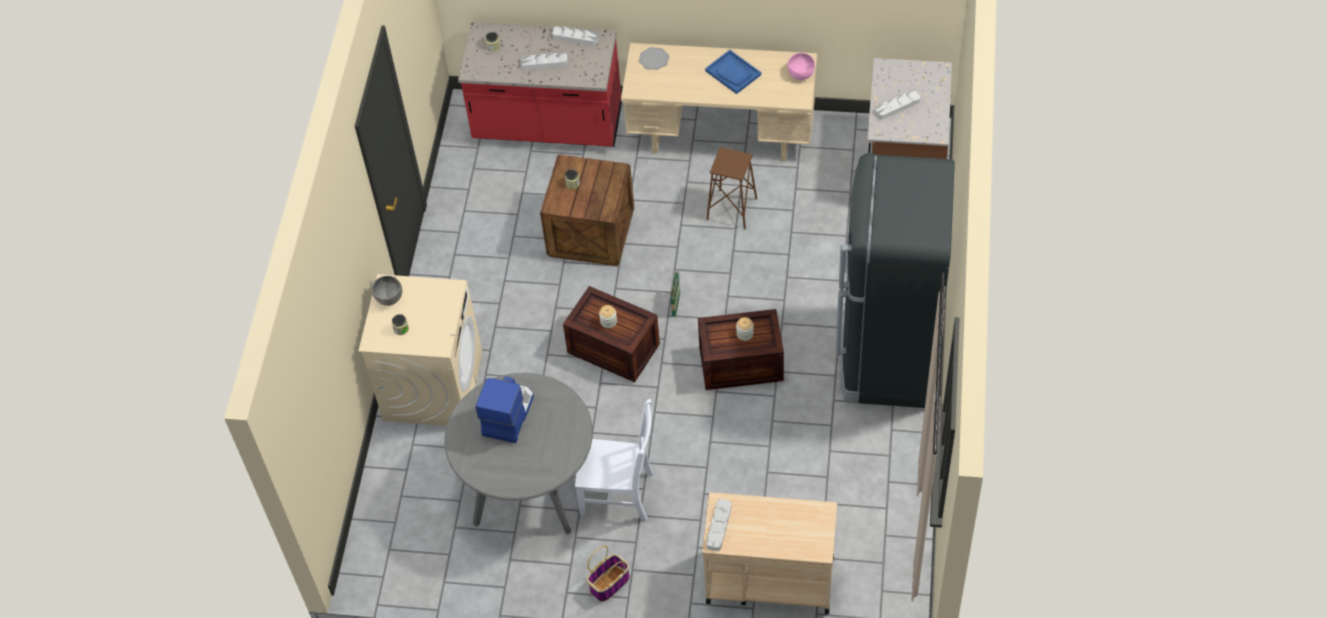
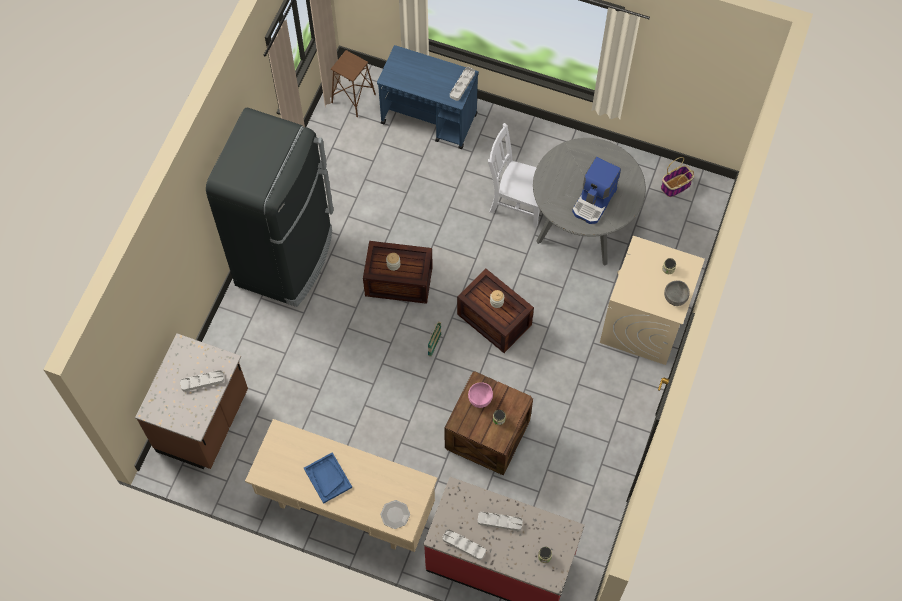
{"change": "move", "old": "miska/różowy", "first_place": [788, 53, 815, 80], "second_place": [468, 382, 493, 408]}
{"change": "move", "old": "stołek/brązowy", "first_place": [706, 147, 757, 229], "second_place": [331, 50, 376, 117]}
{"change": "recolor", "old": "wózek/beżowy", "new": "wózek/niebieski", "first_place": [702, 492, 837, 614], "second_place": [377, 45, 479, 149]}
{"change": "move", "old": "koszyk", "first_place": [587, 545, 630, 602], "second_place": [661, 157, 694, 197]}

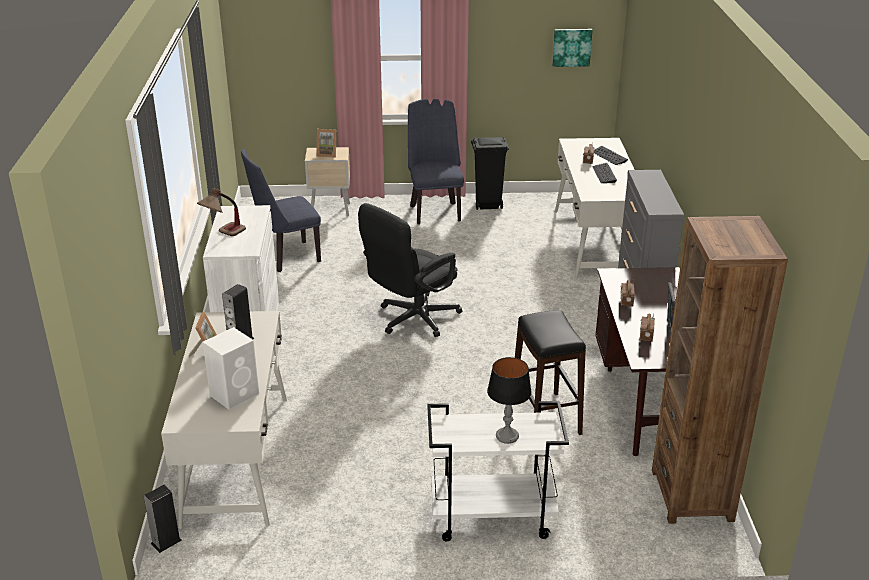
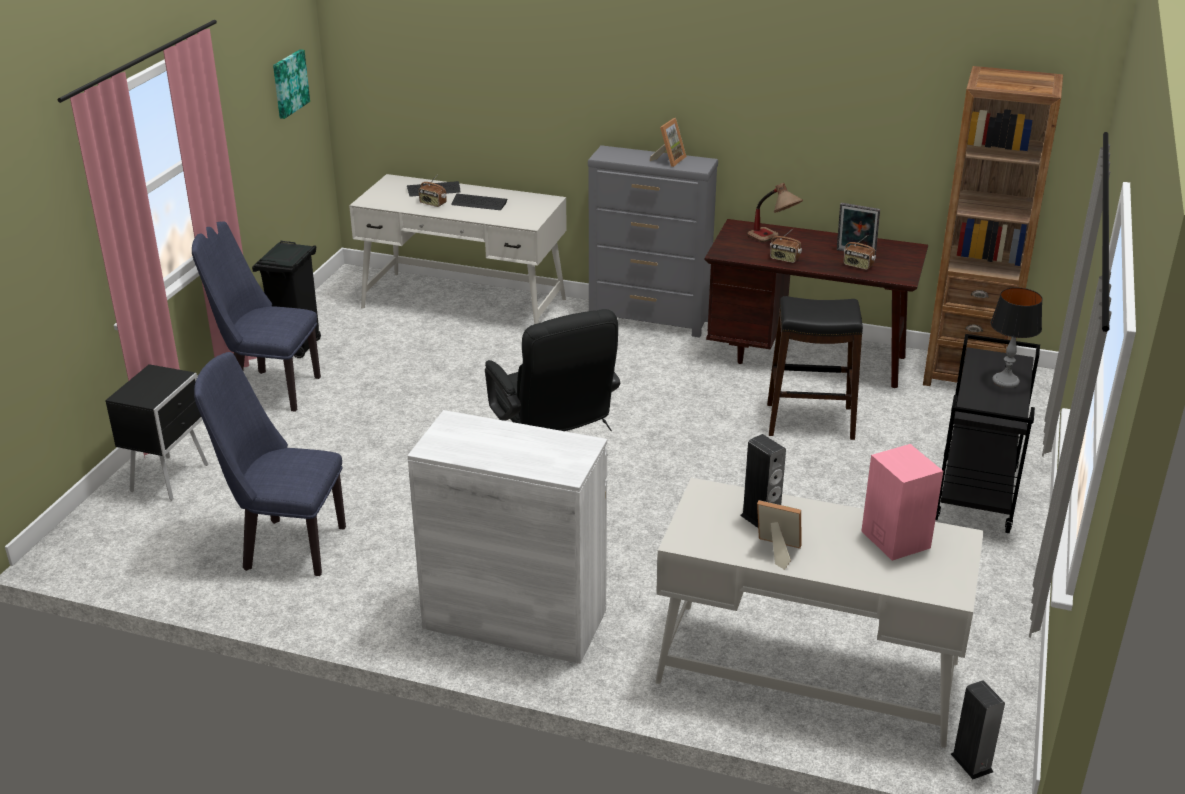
{"change": "move", "old": "ramka na zdjęcie", "first_place": [316, 129, 337, 158], "second_place": [650, 118, 687, 167]}
{"change": "recolor", "old": "szafka nocna/beżowy", "new": "szafka nocna/czarny", "first_place": [305, 147, 350, 216], "second_place": [105, 364, 208, 501]}
{"change": "rotate", "old": "krzesło/niebieski", "first_place": [241, 149, 321, 272], "second_place": [194, 352, 346, 576], "degrees": 105}
{"change": "move", "old": "lampa stołowa", "first_place": [197, 188, 246, 236], "second_place": [747, 183, 803, 242]}
{"change": "recolor", "old": "głośnik/biały", "new": "głośnik/różowy", "first_place": [203, 327, 259, 410], "second_place": [861, 444, 943, 561]}
{"change": "recolor", "old": "wózek/biały", "new": "wózek/czarny", "first_place": [427, 401, 569, 541], "second_place": [936, 334, 1040, 533]}

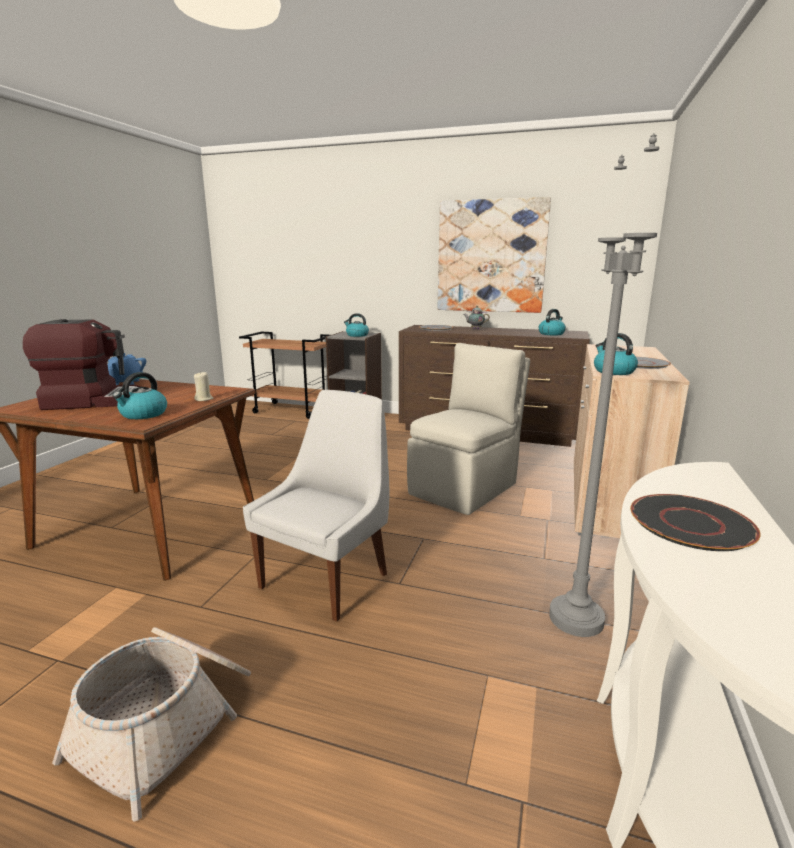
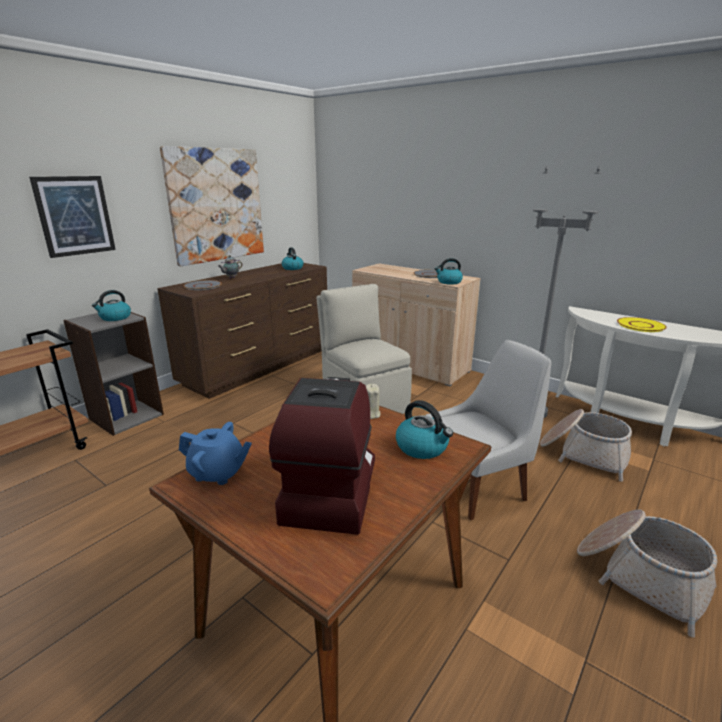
{"change": "rotate", "old": "krzesło/biały", "first_place": [243, 390, 389, 622], "second_place": [426, 340, 551, 520], "degrees": 105}
{"change": "recolor", "old": "talerz/czarny", "new": "talerz/żółty", "first_place": [630, 494, 761, 551], "second_place": [617, 317, 667, 332]}
{"change": "insert", "new": "obraz", "second_place": [29, 176, 116, 258]}
{"change": "insert", "new": "koszyk", "second_place": [540, 409, 632, 482]}

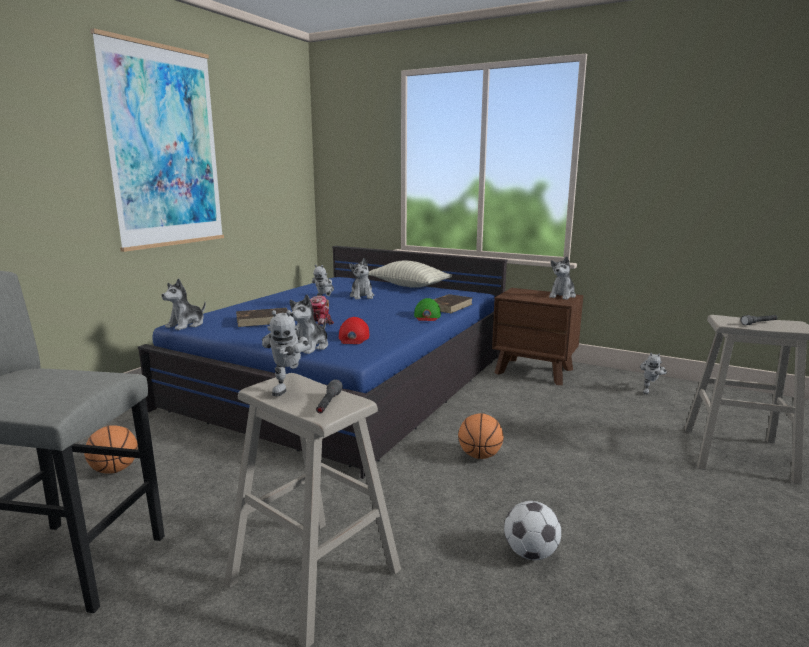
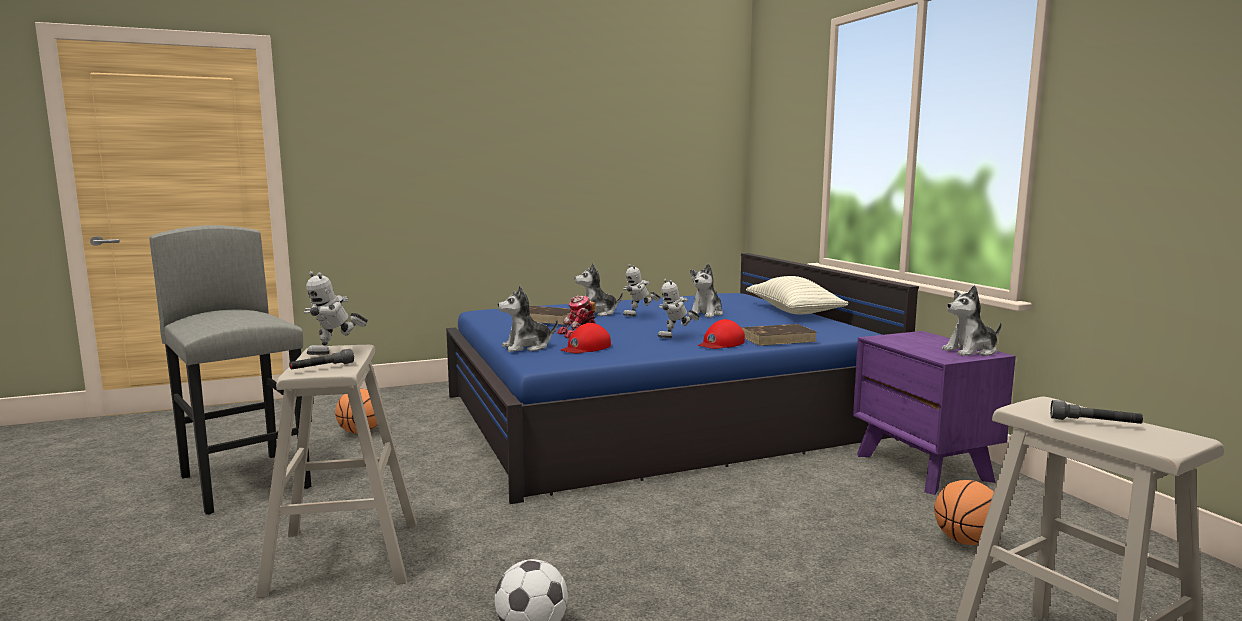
{"change": "delete", "old": "obraz", "first_place": [90, 28, 224, 252]}
{"change": "move", "old": "pluszak", "first_place": [161, 278, 206, 330], "second_place": [575, 263, 623, 316]}
{"change": "recolor", "old": "szafka nocna/brązowy", "new": "szafka nocna/fioletowy", "first_place": [492, 288, 583, 385], "second_place": [853, 331, 1016, 495]}
{"change": "recolor", "old": "czapka z daszkiem/zielony", "new": "czapka z daszkiem/czerwony", "first_place": [414, 298, 441, 321], "second_place": [698, 319, 745, 349]}
{"change": "move", "old": "robot zabawkowy", "first_place": [640, 353, 667, 394], "second_place": [658, 279, 700, 338]}
{"change": "move", "old": "piłka do koszykówki", "first_place": [458, 413, 504, 459], "second_place": [934, 480, 994, 545]}

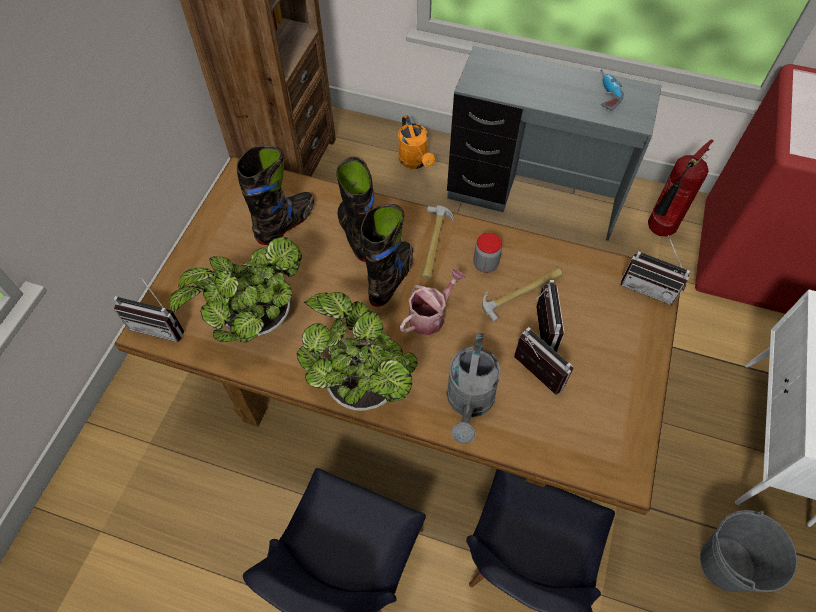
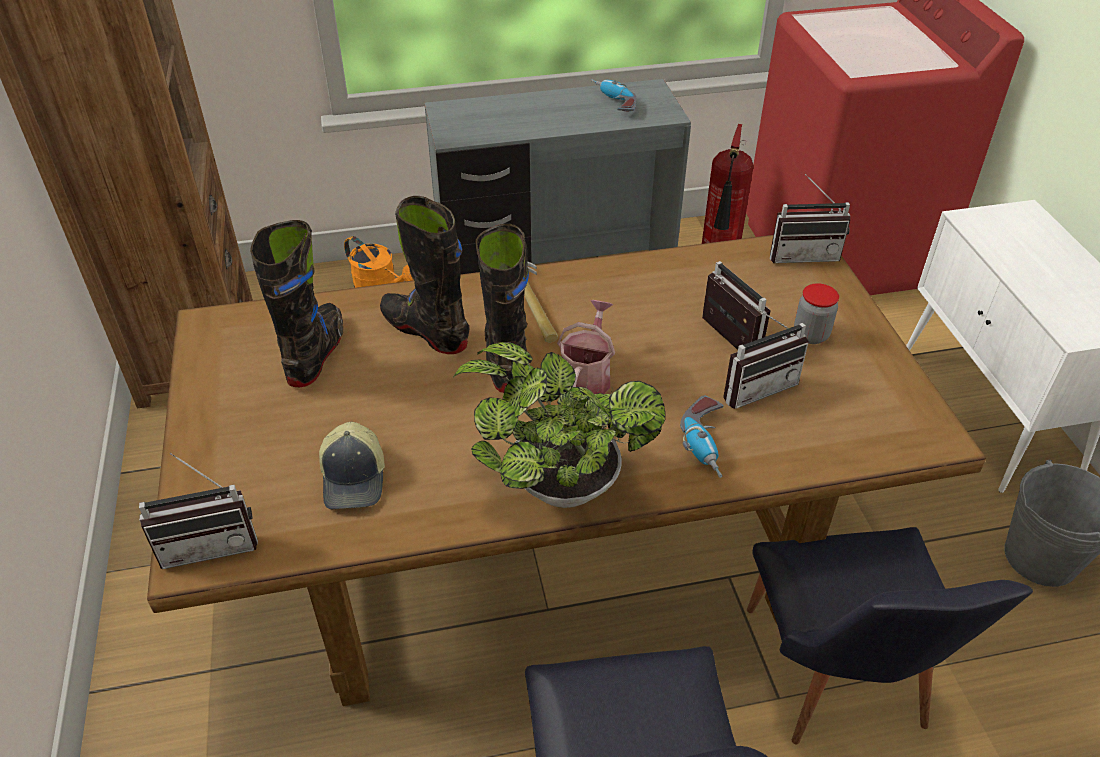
{"change": "move", "old": "słoik", "first_place": [473, 233, 502, 273], "second_place": [794, 283, 839, 344]}
{"change": "replace", "old": "roślina doniczkowa", "new": "czapka z daszkiem", "first_place": [169, 237, 302, 343], "second_place": [319, 422, 385, 509]}
{"change": "delete", "old": "młotek", "first_place": [482, 268, 563, 322]}
{"change": "rotate", "old": "radio", "first_place": [514, 327, 573, 395], "second_place": [723, 303, 809, 409], "degrees": 135}
{"change": "replace", "old": "konewka/szary", "new": "wiertarka", "first_place": [447, 332, 501, 444], "second_place": [680, 395, 724, 478]}

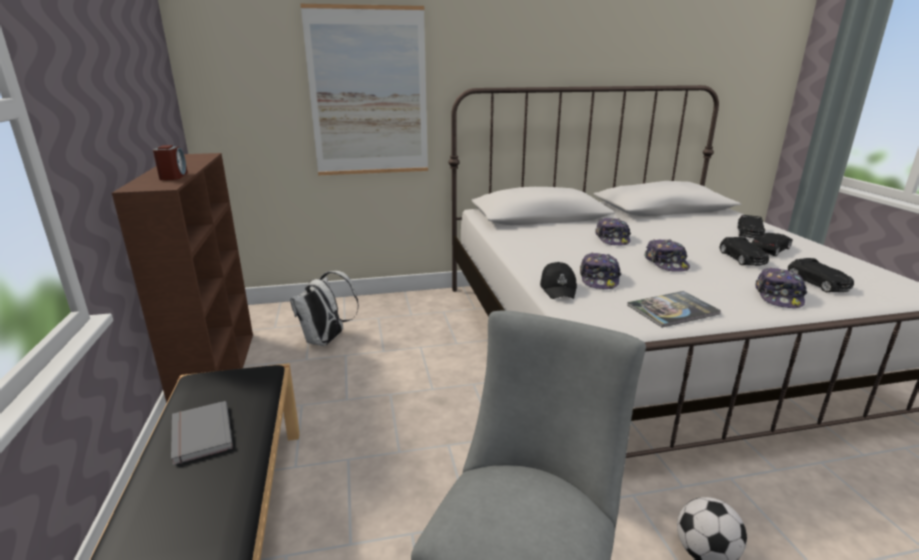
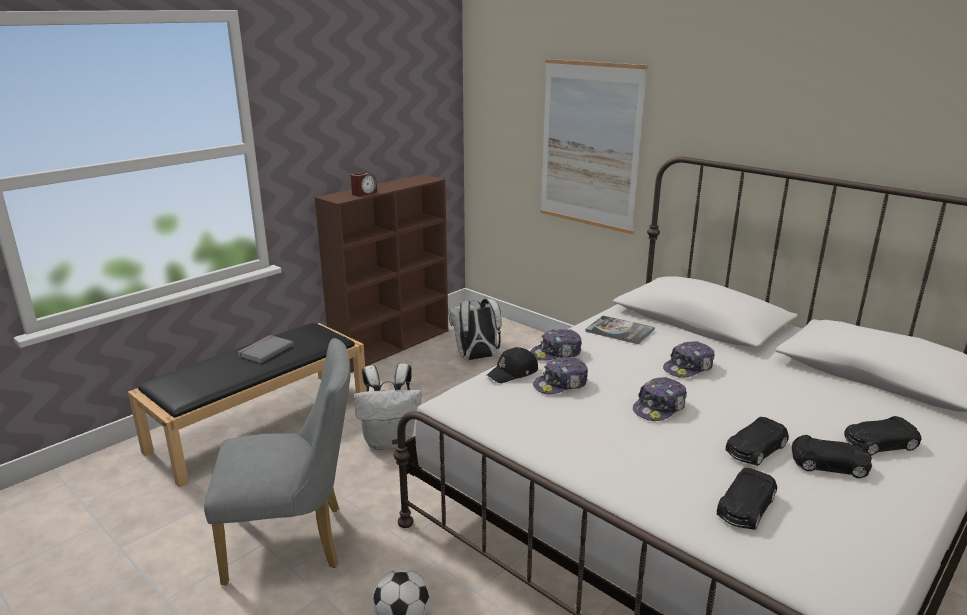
{"change": "move", "old": "czapka z daszkiem", "first_place": [755, 267, 807, 308], "second_place": [530, 329, 582, 361]}
{"change": "move", "old": "książka", "first_place": [627, 291, 721, 328], "second_place": [585, 316, 655, 345]}
{"change": "insert", "new": "plecak/biały", "second_place": [354, 363, 421, 450]}

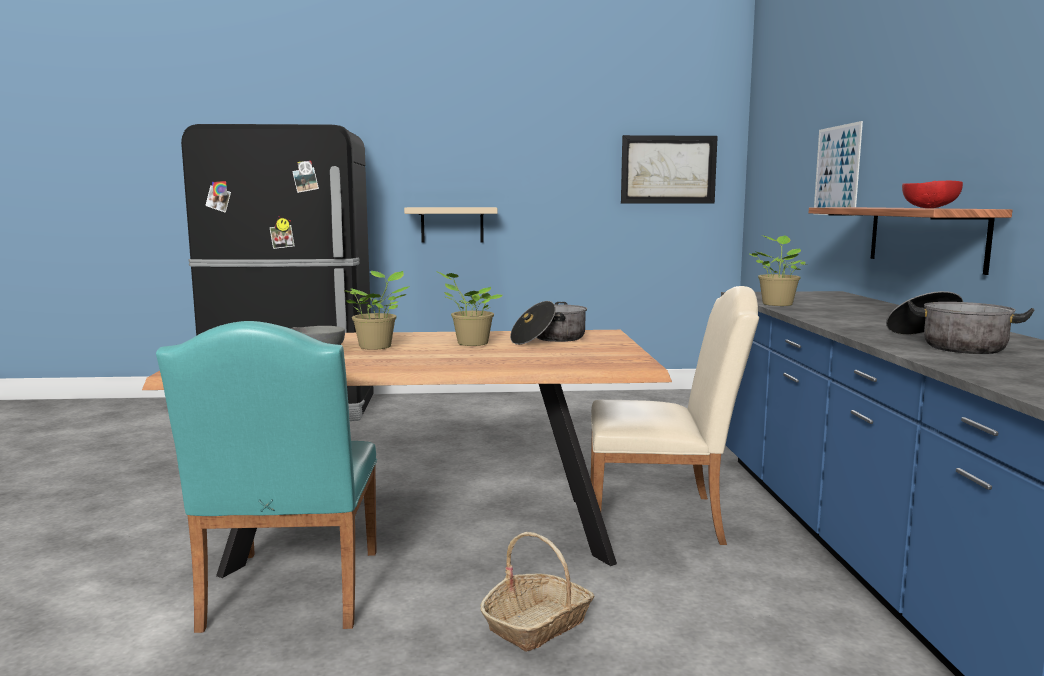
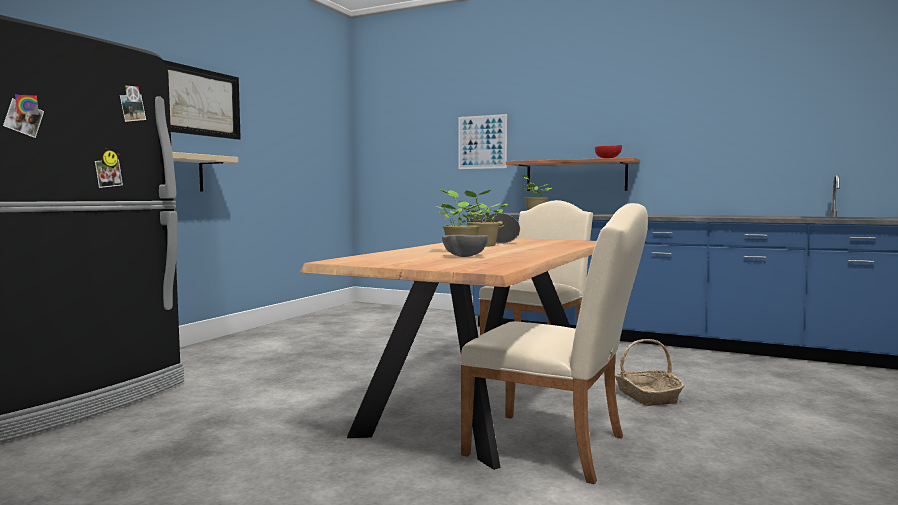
{"change": "move", "old": "obraz", "first_place": [621, 135, 718, 203], "second_place": [164, 60, 241, 140]}
{"change": "delete", "old": "garnek", "first_place": [886, 291, 1035, 354]}
{"change": "recolor", "old": "krzesło/turkusowy", "new": "krzesło/beżowy", "first_place": [156, 321, 377, 633], "second_place": [460, 203, 648, 484]}

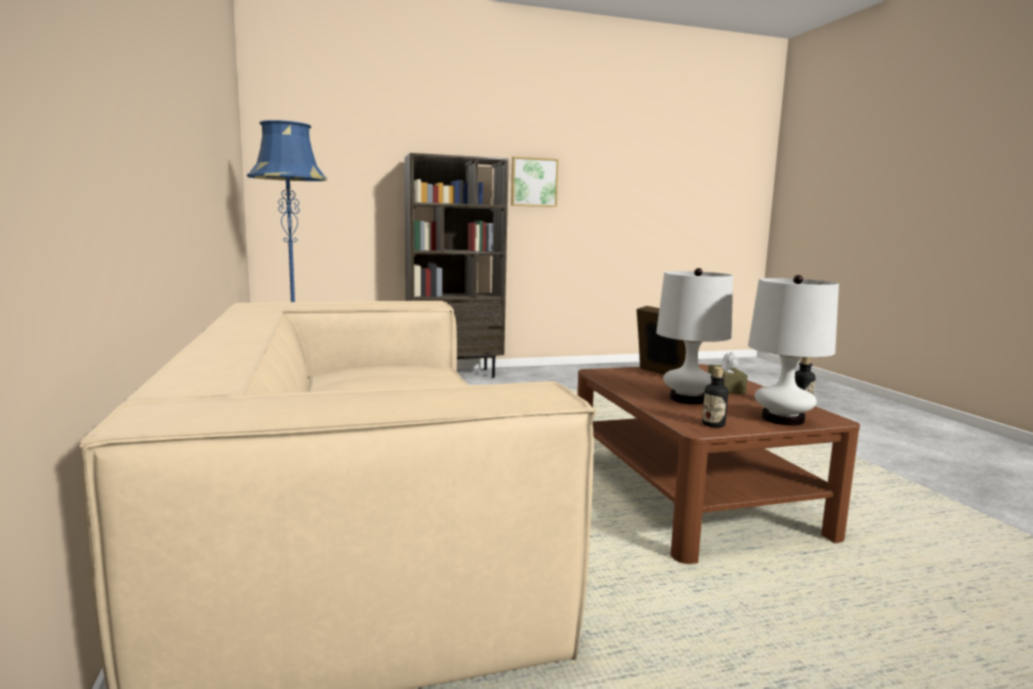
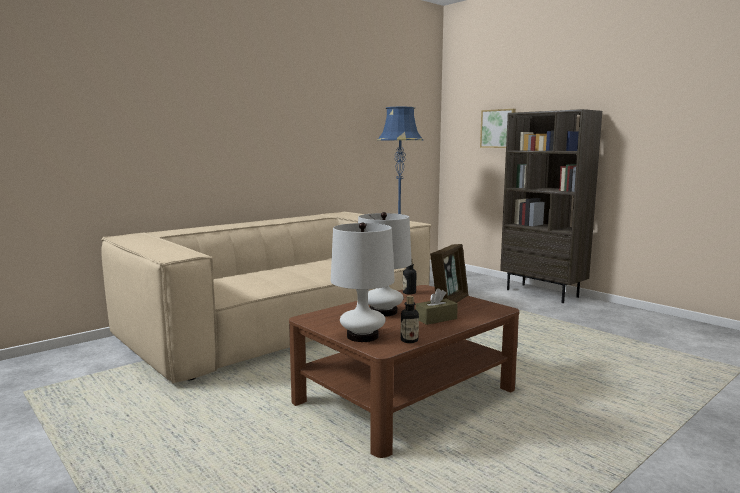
{"change": "move", "old": "obraz", "first_place": [511, 157, 559, 207], "second_place": [480, 109, 516, 148]}
{"change": "move", "old": "butelka", "first_place": [702, 367, 728, 428], "second_place": [403, 259, 416, 294]}

